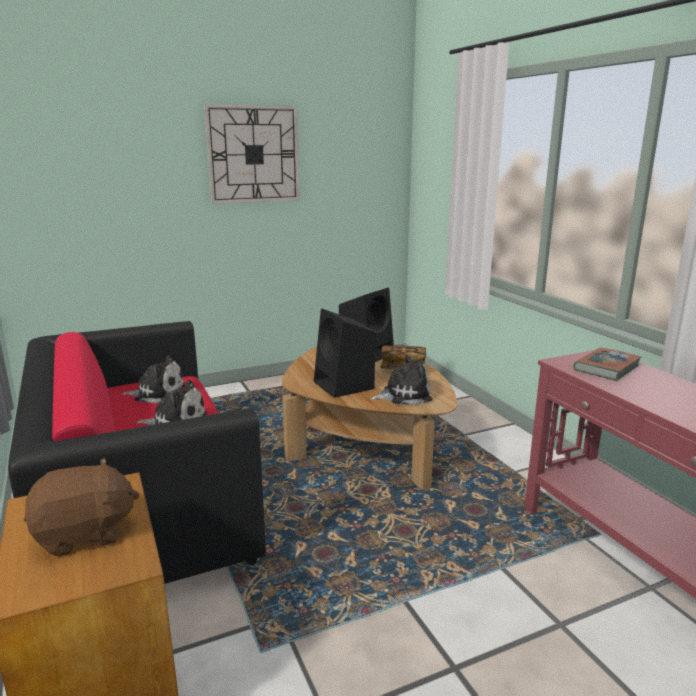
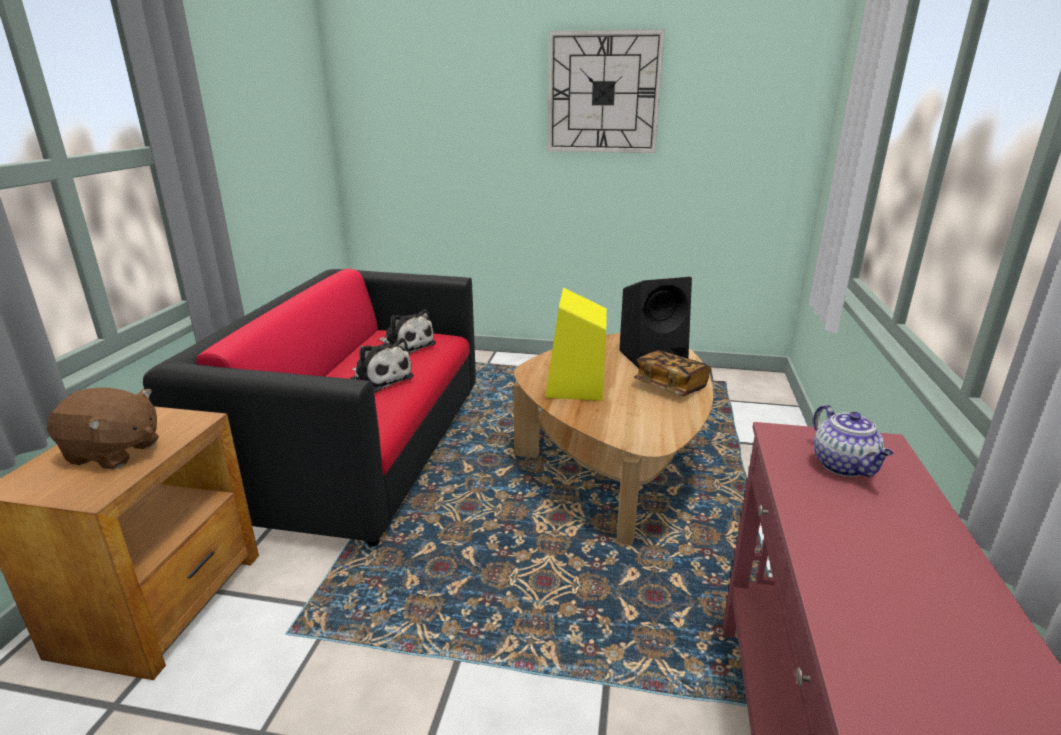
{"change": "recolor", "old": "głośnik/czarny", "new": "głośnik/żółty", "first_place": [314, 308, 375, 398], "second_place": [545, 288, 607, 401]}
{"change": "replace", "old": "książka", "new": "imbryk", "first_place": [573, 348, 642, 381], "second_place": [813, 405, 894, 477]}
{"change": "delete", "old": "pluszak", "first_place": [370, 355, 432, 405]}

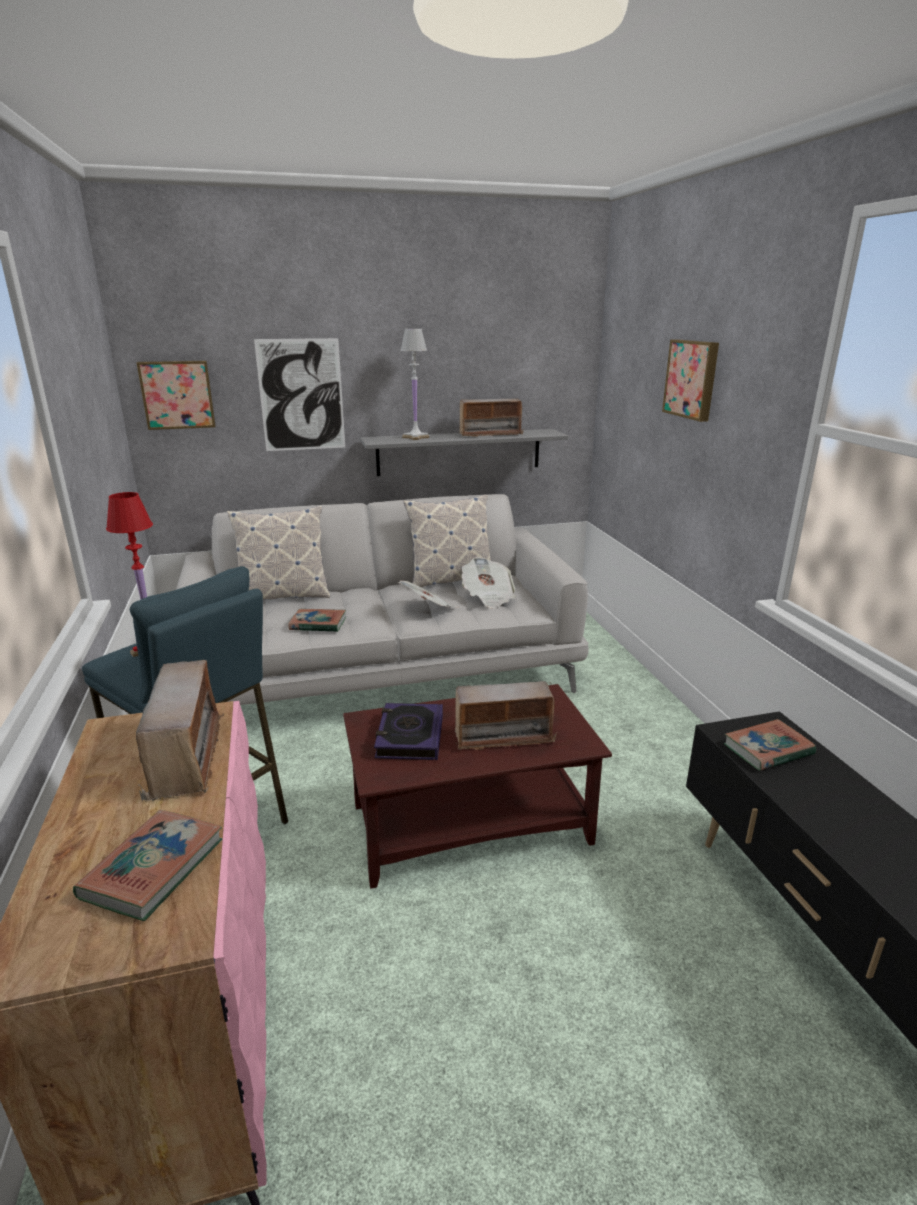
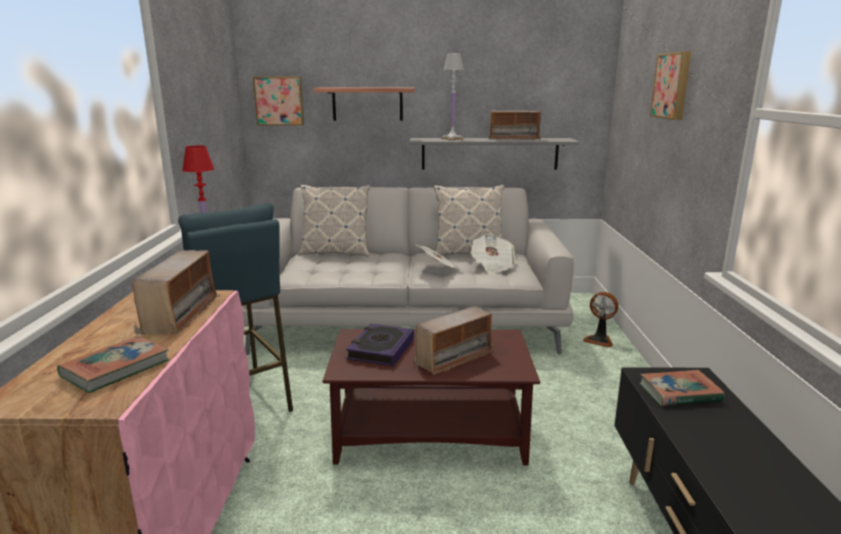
{"change": "replace", "old": "obraz", "new": "półka", "first_place": [254, 338, 345, 451], "second_place": [314, 88, 415, 121]}
{"change": "delete", "old": "książka", "first_place": [288, 609, 346, 632]}
{"change": "rotate", "old": "radio", "first_place": [453, 681, 558, 750], "second_place": [414, 306, 494, 375], "degrees": -45}
{"change": "insert", "new": "wentylator", "second_place": [583, 292, 618, 348]}

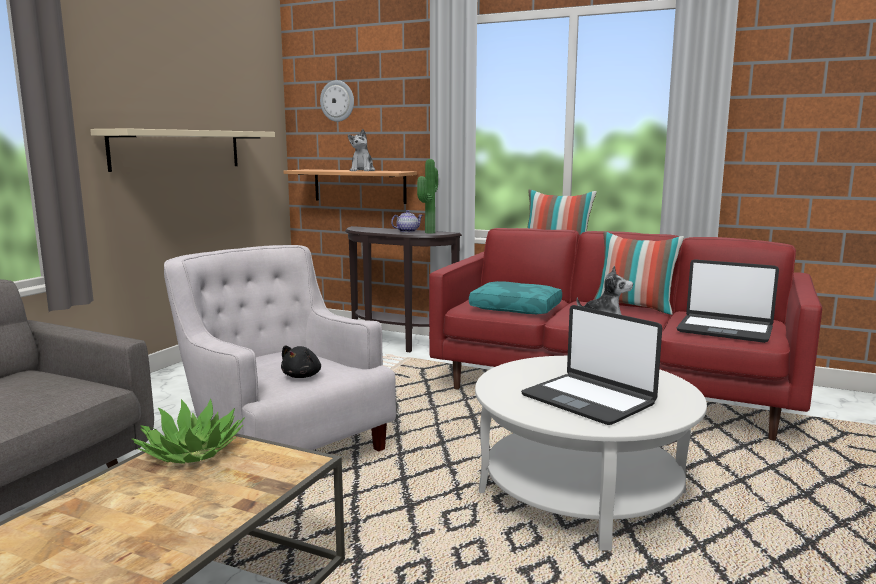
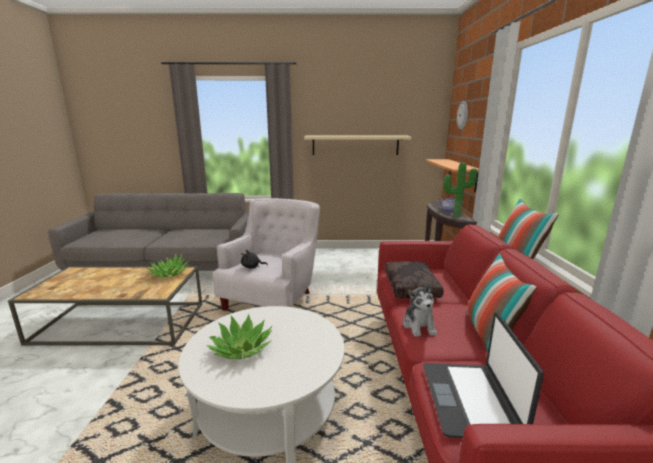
{"change": "delete", "old": "pluszak", "first_place": [348, 129, 375, 171]}
{"change": "recolor", "old": "poduszka/turkusowy", "new": "poduszka/brązowy", "first_place": [469, 281, 562, 314], "second_place": [385, 261, 444, 298]}
{"change": "replace", "old": "laptop", "new": "roślina doniczkowa", "first_place": [521, 305, 662, 425], "second_place": [207, 314, 272, 359]}

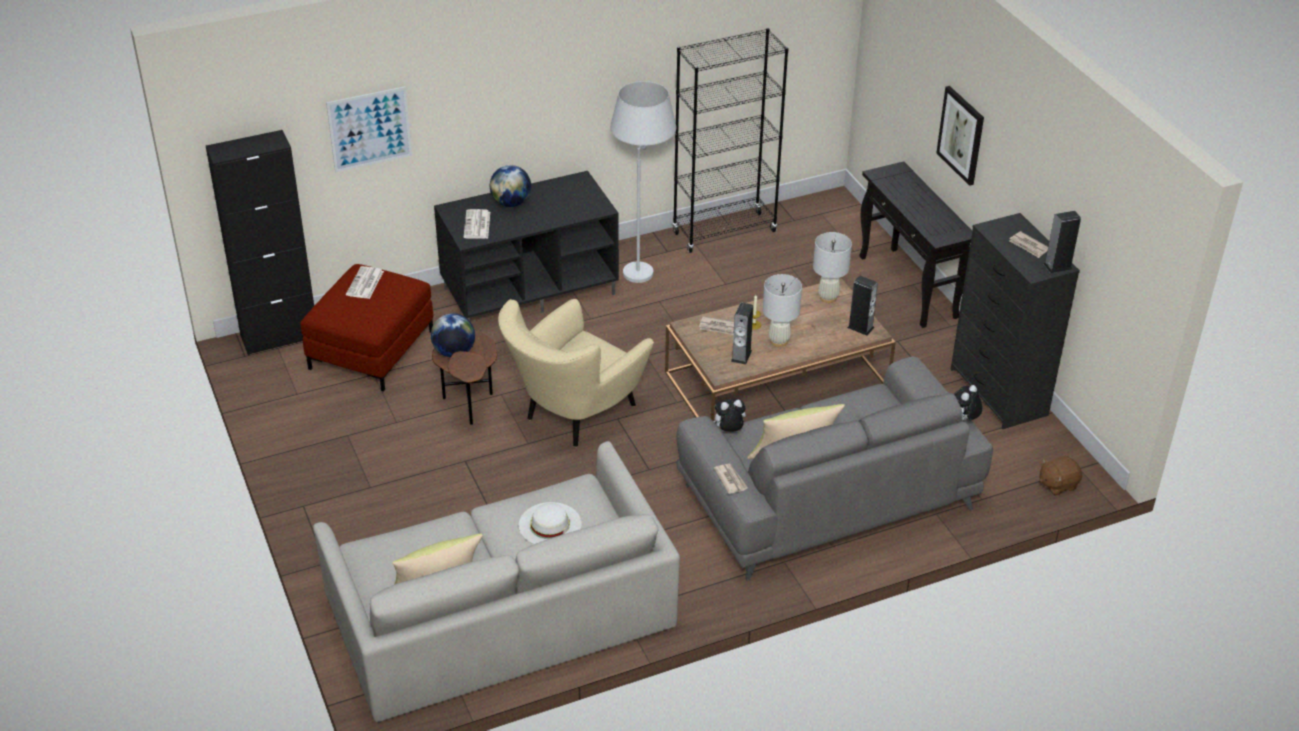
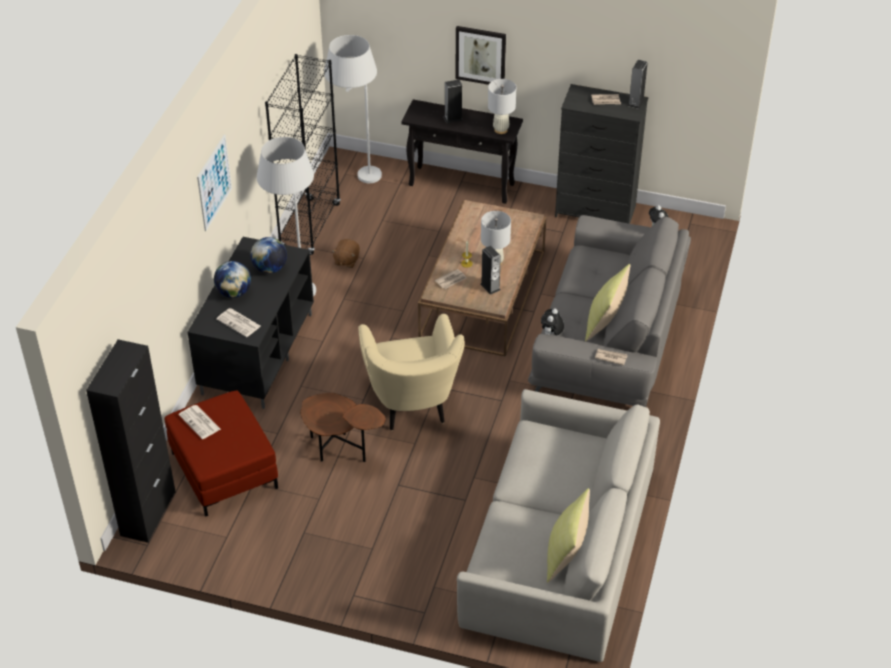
{"change": "move", "old": "obraz", "first_place": [326, 86, 412, 172], "second_place": [197, 135, 232, 231]}
{"change": "move", "old": "lampa stołowa/biały", "first_place": [813, 232, 852, 303], "second_place": [488, 79, 516, 134]}
{"change": "move", "old": "głośnik", "first_place": [847, 276, 878, 336], "second_place": [444, 79, 463, 123]}
{"change": "move", "old": "globus", "first_place": [431, 313, 475, 357], "second_place": [250, 237, 287, 274]}
{"change": "move", "old": "pluszak/brązowy", "first_place": [1039, 456, 1082, 496], "second_place": [331, 239, 360, 268]}
{"change": "delete", "old": "kapelusz/biały", "first_place": [519, 502, 582, 544]}
{"change": "insert", "new": "lampa stojąca/biały", "second_place": [324, 35, 382, 183]}

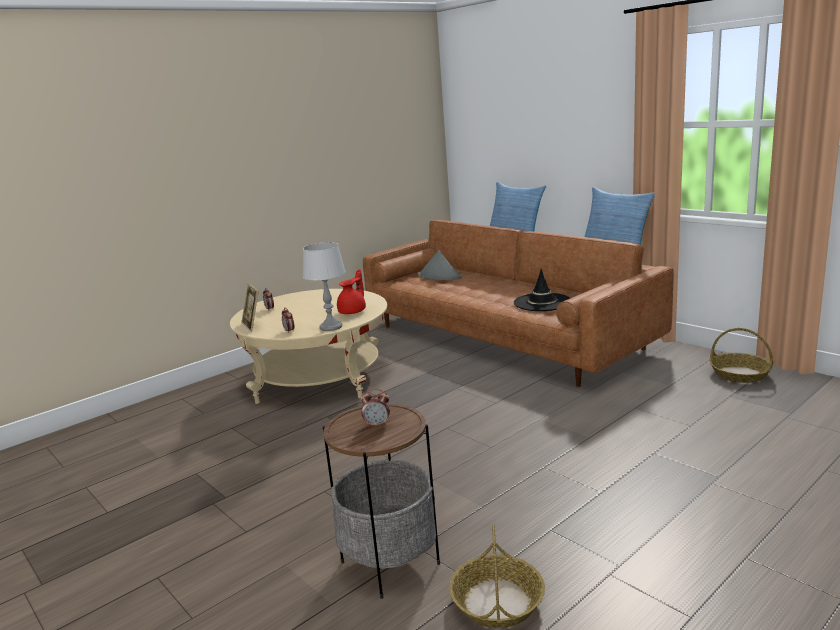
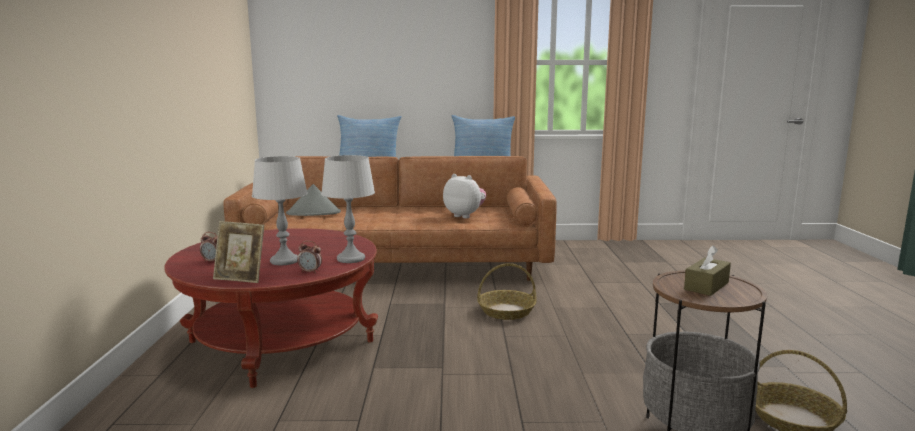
{"change": "delete", "old": "imbryk/czerwony", "first_place": [337, 269, 366, 314]}
{"change": "replace", "old": "kapelusz/czarny", "new": "pluszak", "first_place": [514, 269, 570, 311], "second_place": [443, 174, 486, 218]}
{"change": "recolor", "old": "ława/beżowy", "new": "ława/czerwony", "first_place": [230, 289, 387, 404], "second_place": [164, 228, 378, 388]}
{"change": "move", "old": "koszyk", "first_place": [710, 328, 773, 383], "second_place": [477, 263, 537, 320]}
{"change": "replace", "old": "budzik", "new": "pudełko chusteczek/brązowy", "first_place": [361, 389, 390, 427], "second_place": [684, 245, 731, 296]}
{"change": "insert", "new": "lampa stołowa/szary", "second_place": [252, 156, 308, 265]}

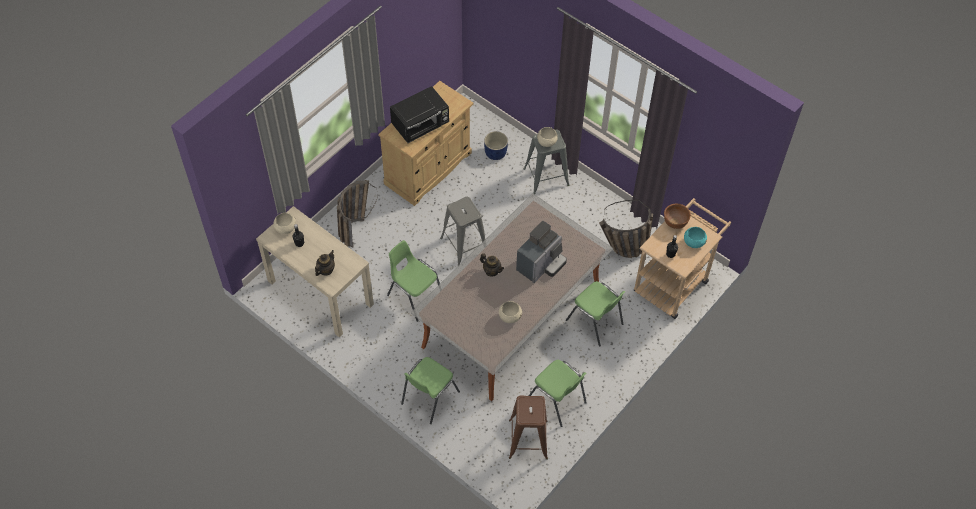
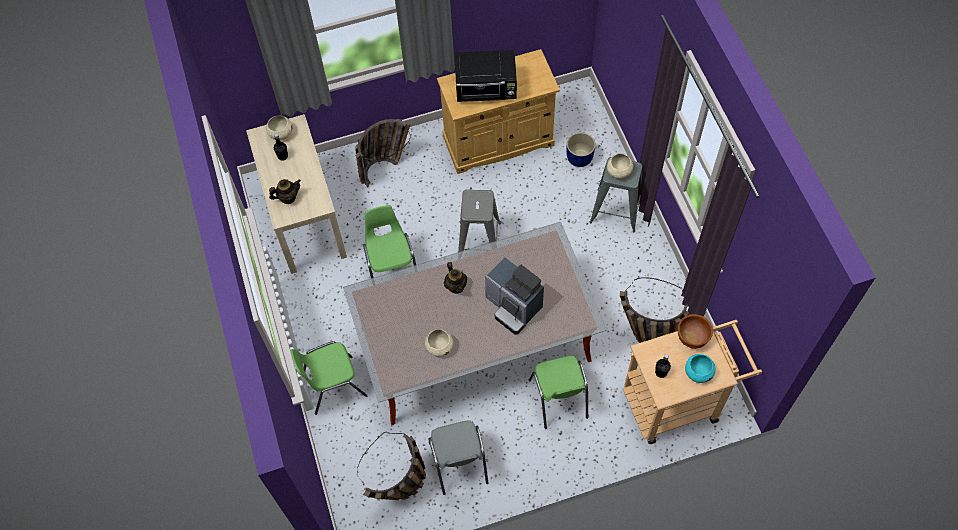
{"change": "rotate", "old": "ekspres do kawy", "first_place": [516, 221, 567, 283], "second_place": [485, 258, 544, 335], "degrees": 60}
{"change": "recolor", "old": "krzesło/zielony", "new": "krzesło/szary", "first_place": [529, 360, 587, 427], "second_place": [429, 421, 488, 495]}
{"change": "replace", "old": "stołek/brązowy", "new": "koszyk", "first_place": [509, 396, 548, 460], "second_place": [357, 432, 426, 500]}

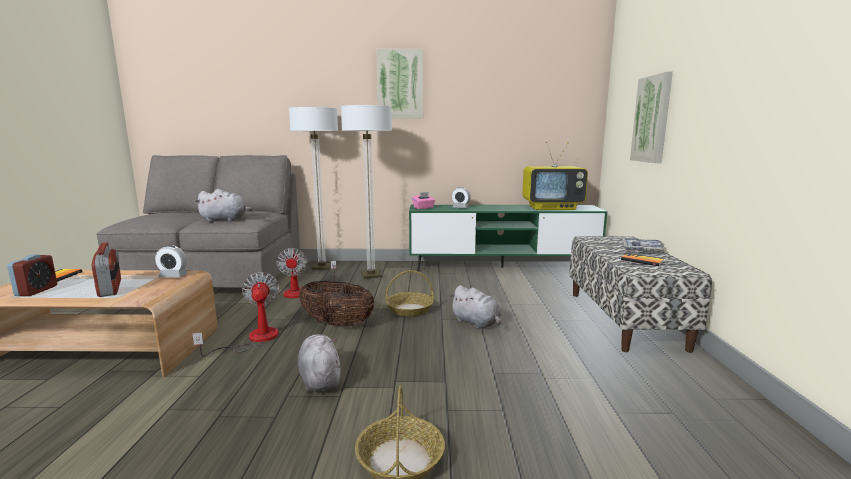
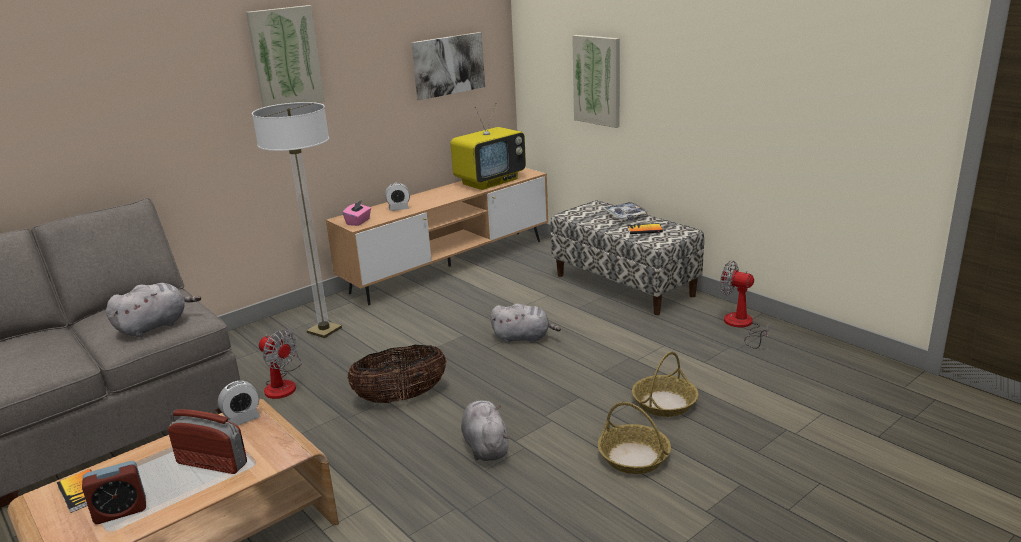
{"change": "delete", "old": "lampa stojąca", "first_place": [289, 107, 338, 270]}
{"change": "recolor", "old": "szafka pod telewizor/zielony", "new": "szafka pod telewizor/brązowy", "first_place": [409, 205, 607, 272], "second_place": [326, 168, 548, 305]}
{"change": "rotate", "old": "budzik", "first_place": [7, 255, 57, 296], "second_place": [82, 461, 146, 524], "degrees": 105}
{"change": "move", "old": "koszyk", "first_place": [386, 270, 434, 317], "second_place": [632, 352, 698, 417]}
{"change": "move", "old": "wentylator", "first_place": [192, 272, 280, 357], "second_place": [720, 261, 769, 349]}
{"change": "rotate", "old": "pluszak/szary", "first_place": [298, 334, 341, 392], "second_place": [461, 400, 510, 461], "degrees": 45}
{"change": "insert", "new": "obraz", "second_place": [412, 32, 485, 100]}

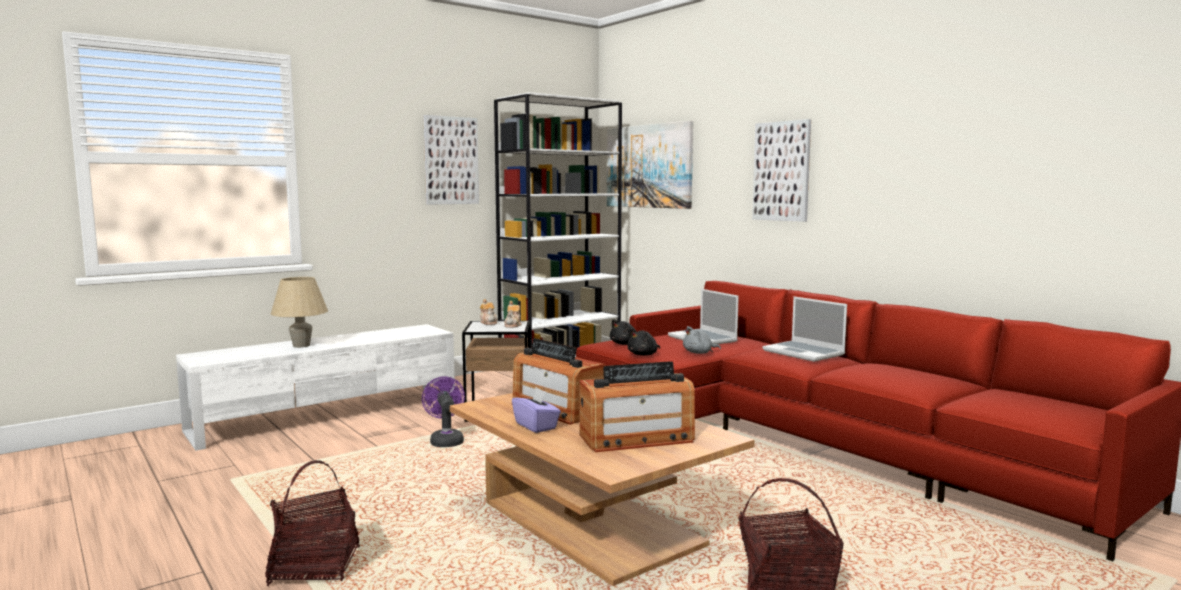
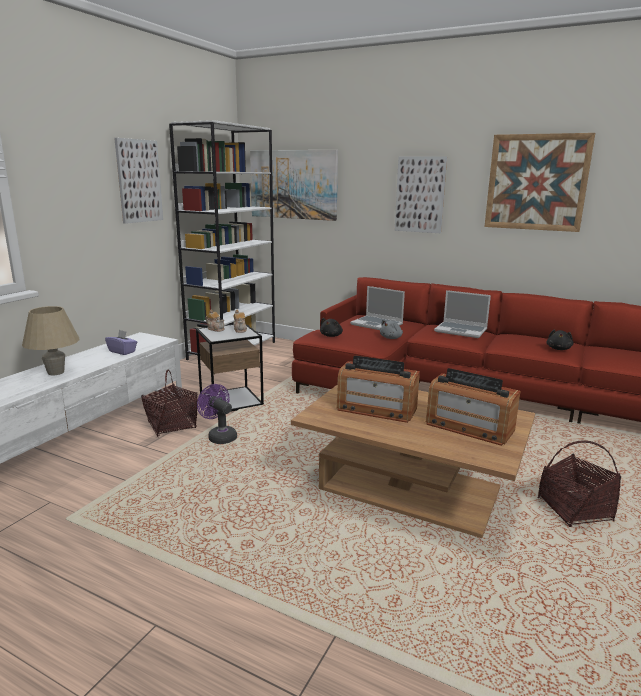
{"change": "move", "old": "pluszak/czarny", "first_place": [627, 328, 660, 356], "second_place": [547, 330, 574, 350]}
{"change": "rotate", "old": "radio", "first_place": [579, 361, 695, 452], "second_place": [426, 368, 521, 446], "degrees": 75}
{"change": "move", "old": "pudełko chusteczek/fioletowy", "first_place": [512, 387, 561, 433], "second_place": [105, 330, 137, 355]}
{"change": "move", "old": "koszyk", "first_place": [265, 460, 360, 587], "second_place": [141, 369, 198, 437]}
{"change": "insert", "new": "obraz", "second_place": [484, 133, 595, 232]}

